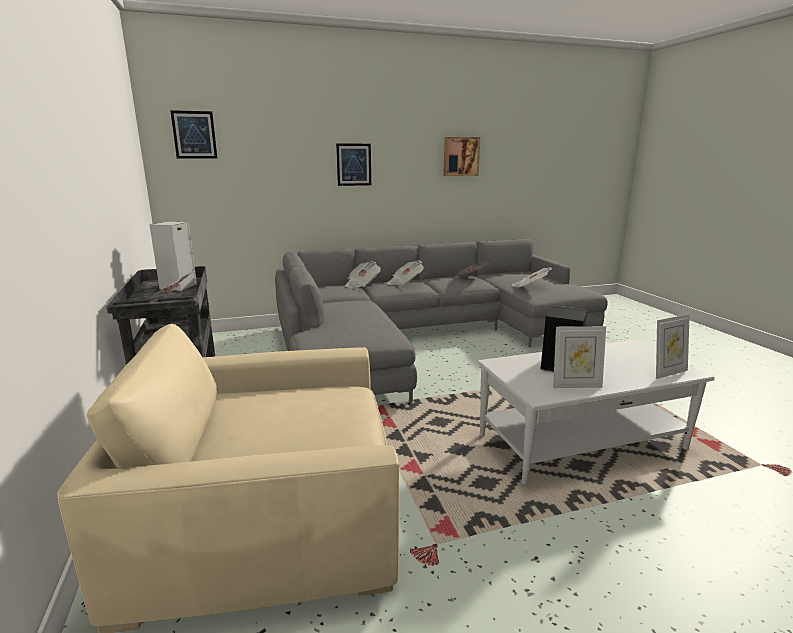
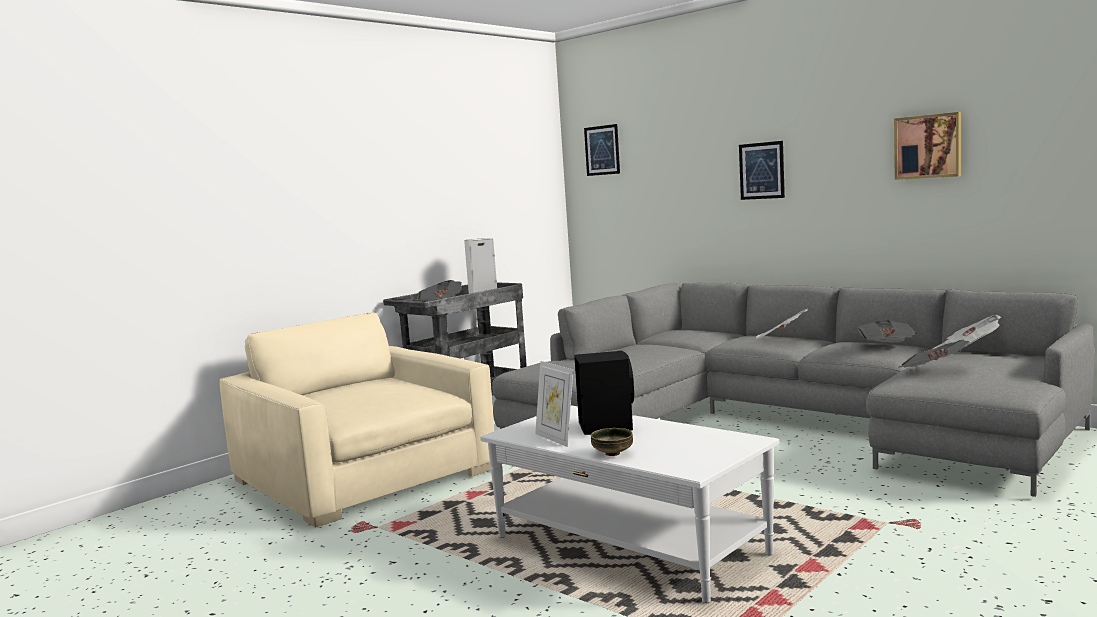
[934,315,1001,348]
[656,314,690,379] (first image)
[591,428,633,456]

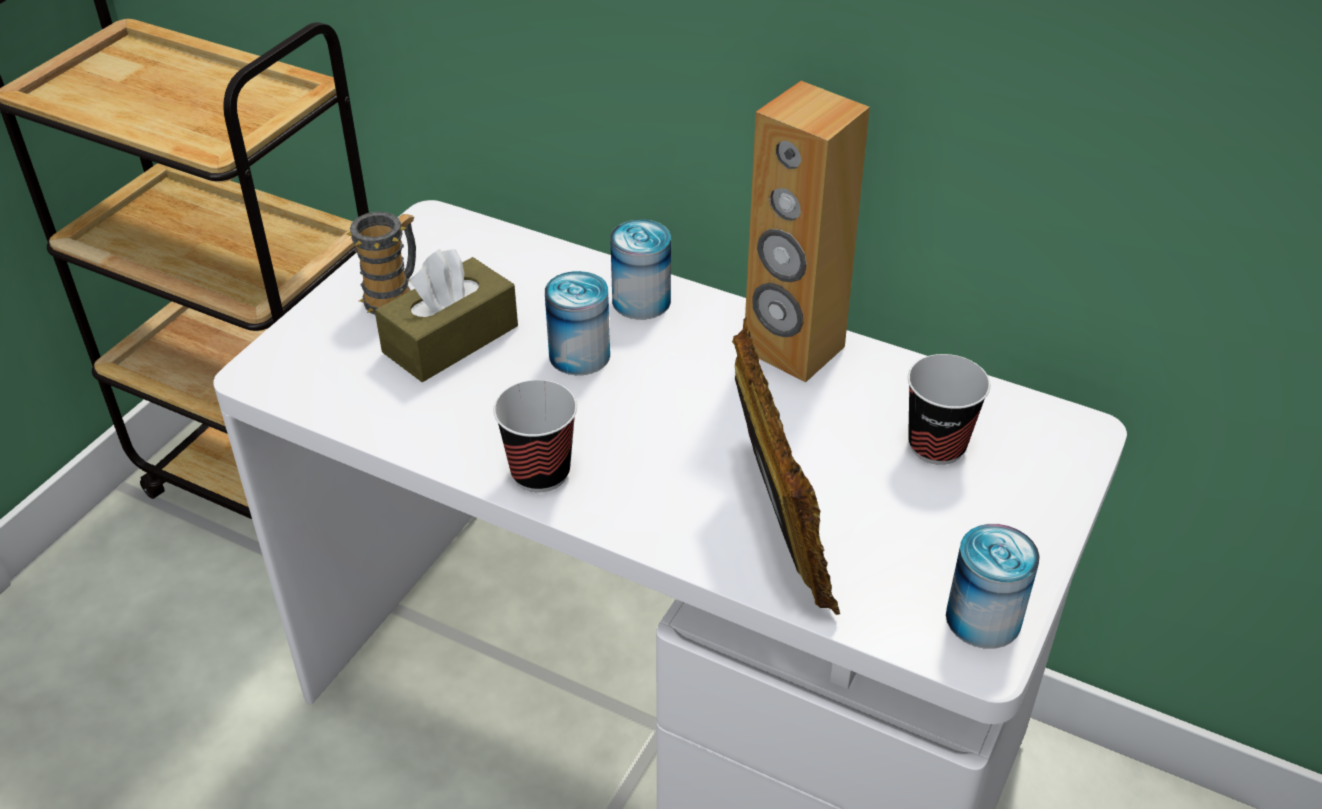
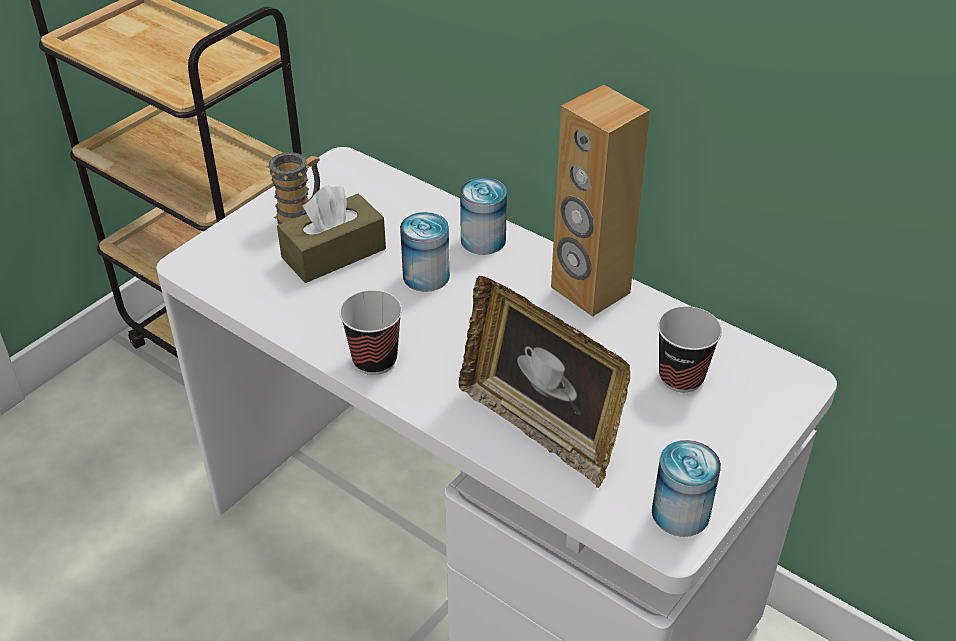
[459,276,630,488]

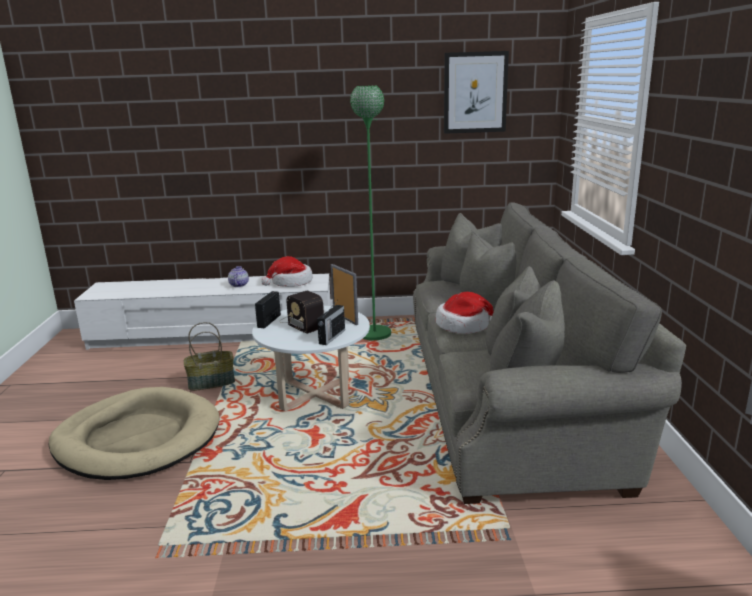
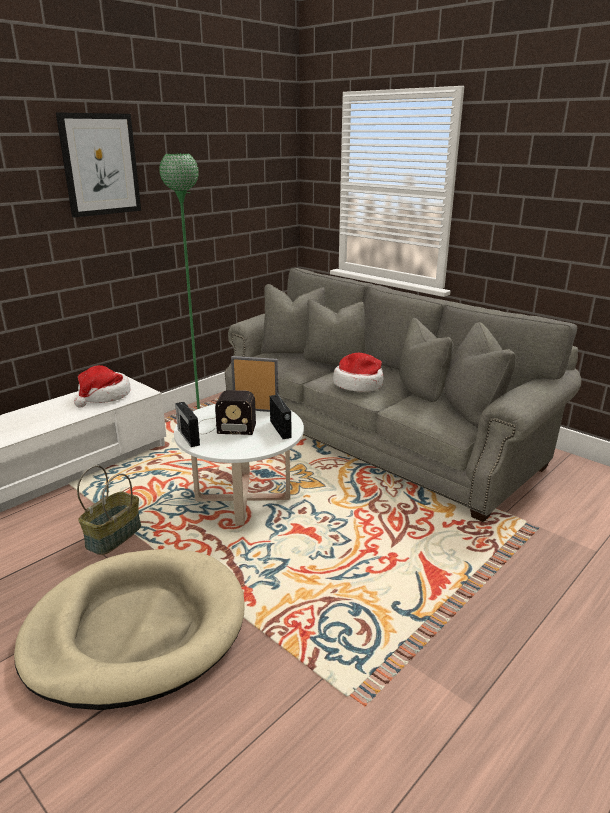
[228,266,249,287] (first image)
[56,112,141,218]

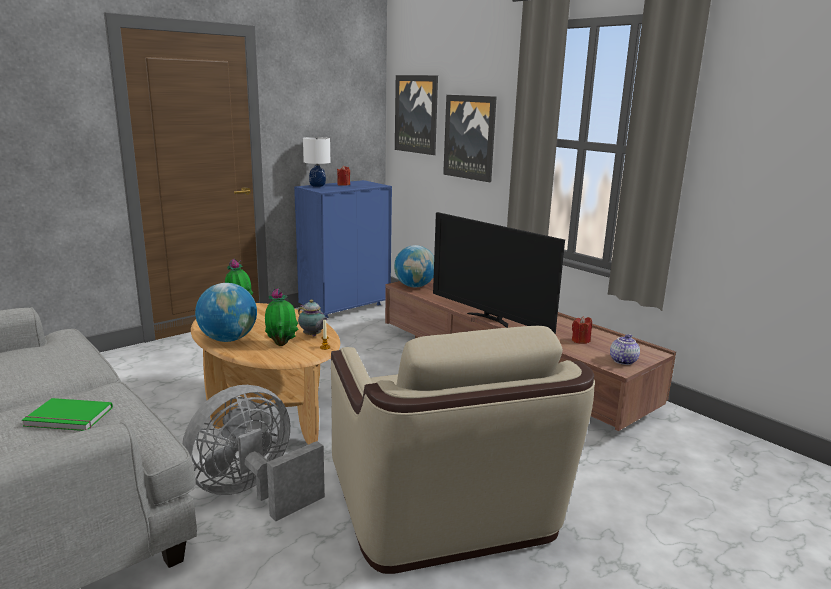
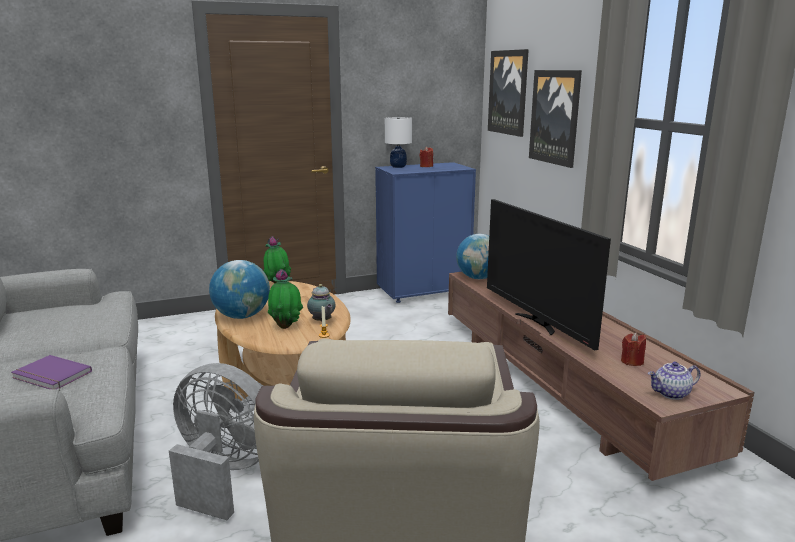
[11,355,92,390]
[169,363,261,520]
[648,362,700,400]

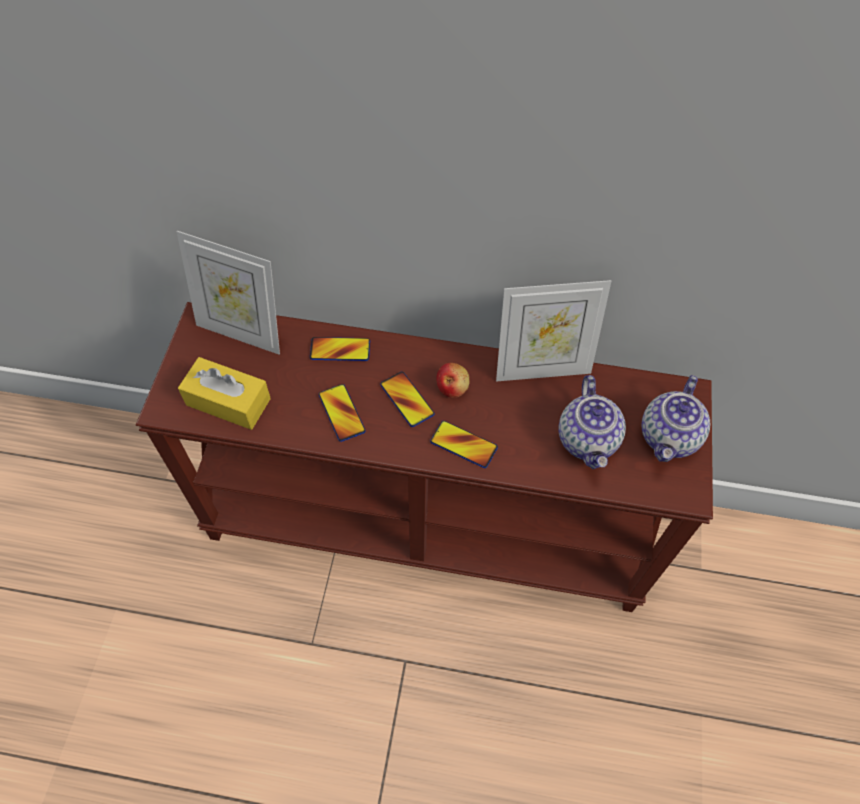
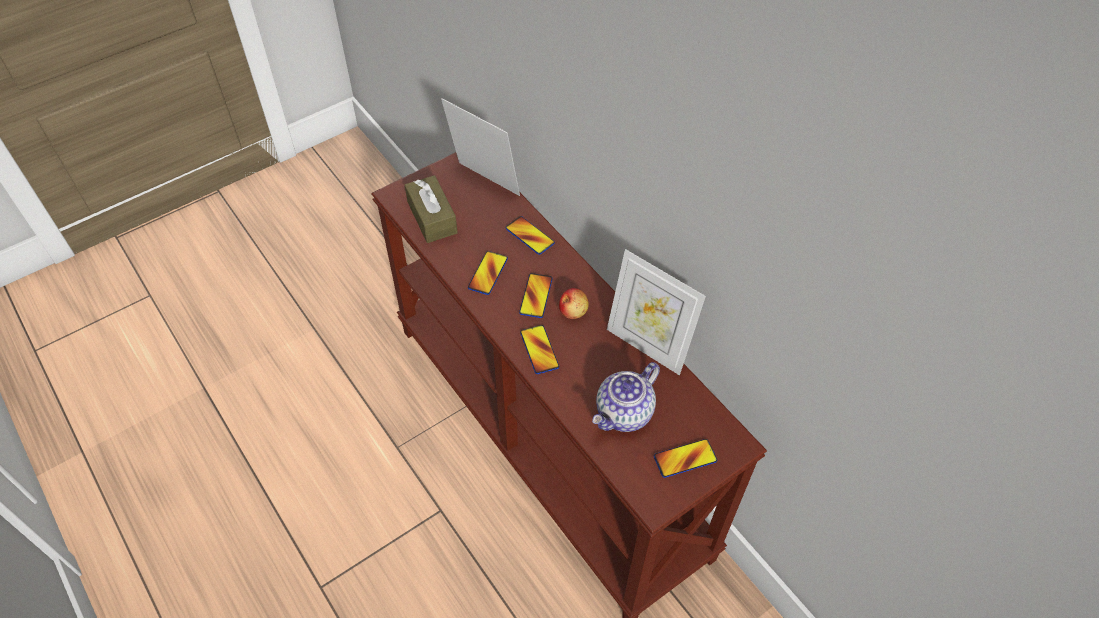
[441,98,520,196]
[405,175,458,243]
[654,439,717,478]

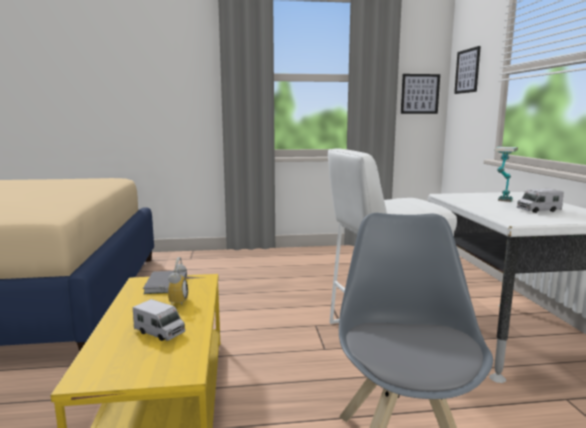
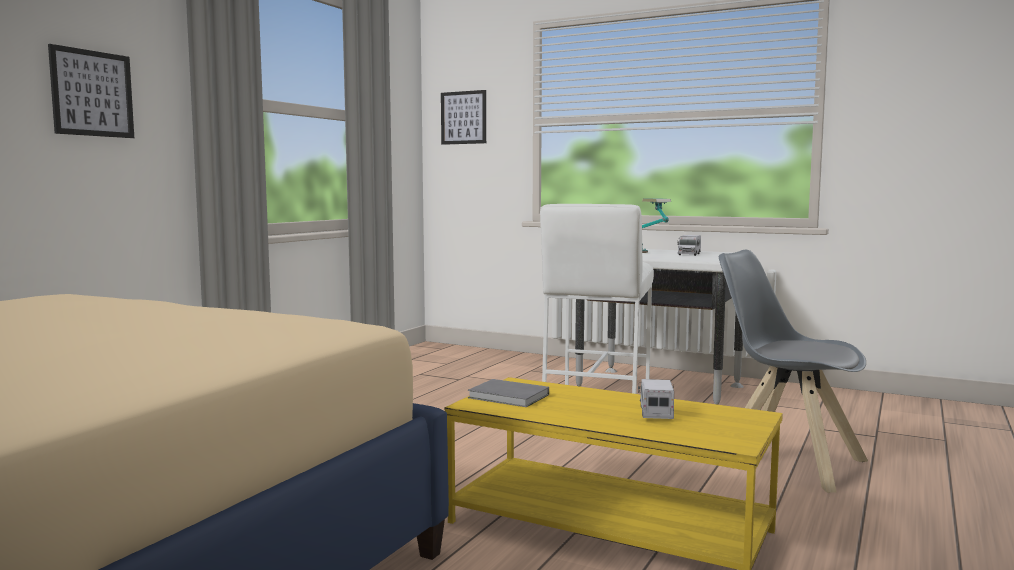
[638,379,674,419]
[159,257,188,305] (first image)
[48,44,134,138]

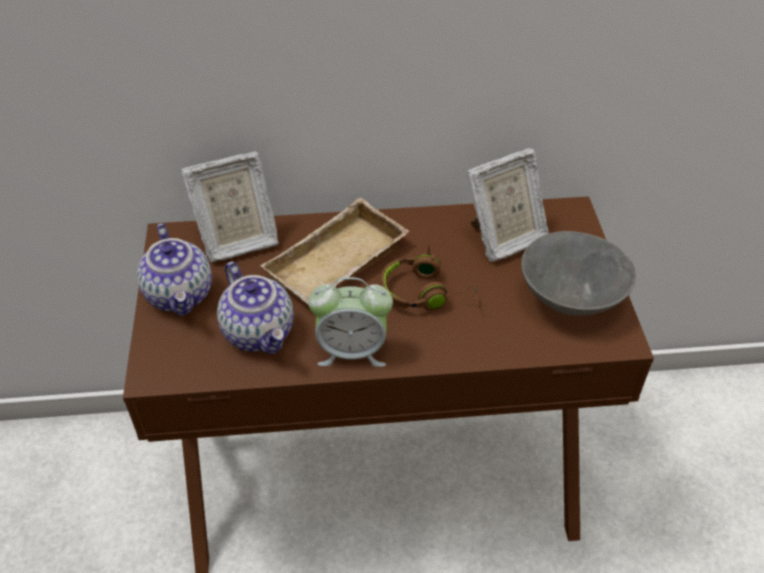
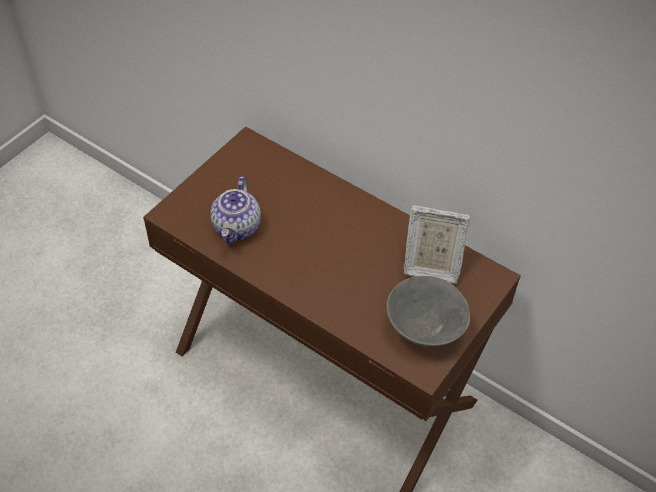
[137,223,212,316] (first image)
[180,151,279,262] (first image)
[260,197,409,304] (first image)
[308,277,393,367] (first image)
[381,245,481,310] (first image)

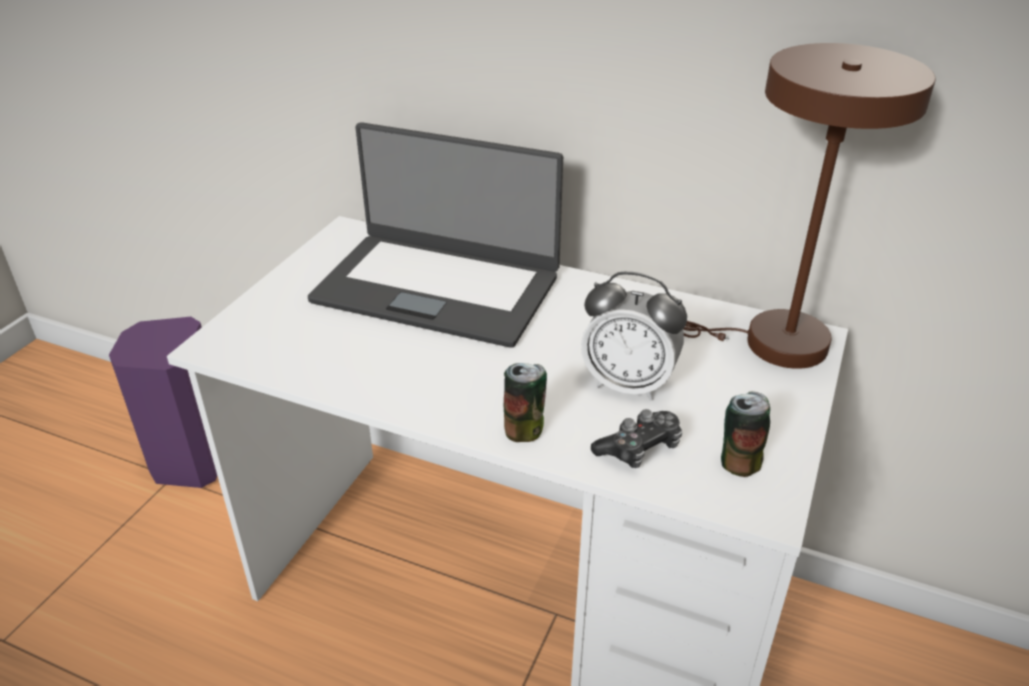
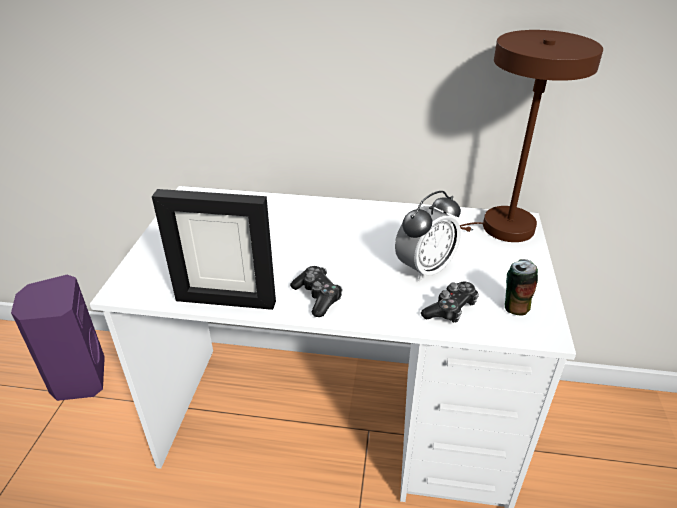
[308,122,563,348] (first image)
[504,363,547,442] (first image)
[395,191,461,282]
[152,189,276,310]
[290,266,343,317]

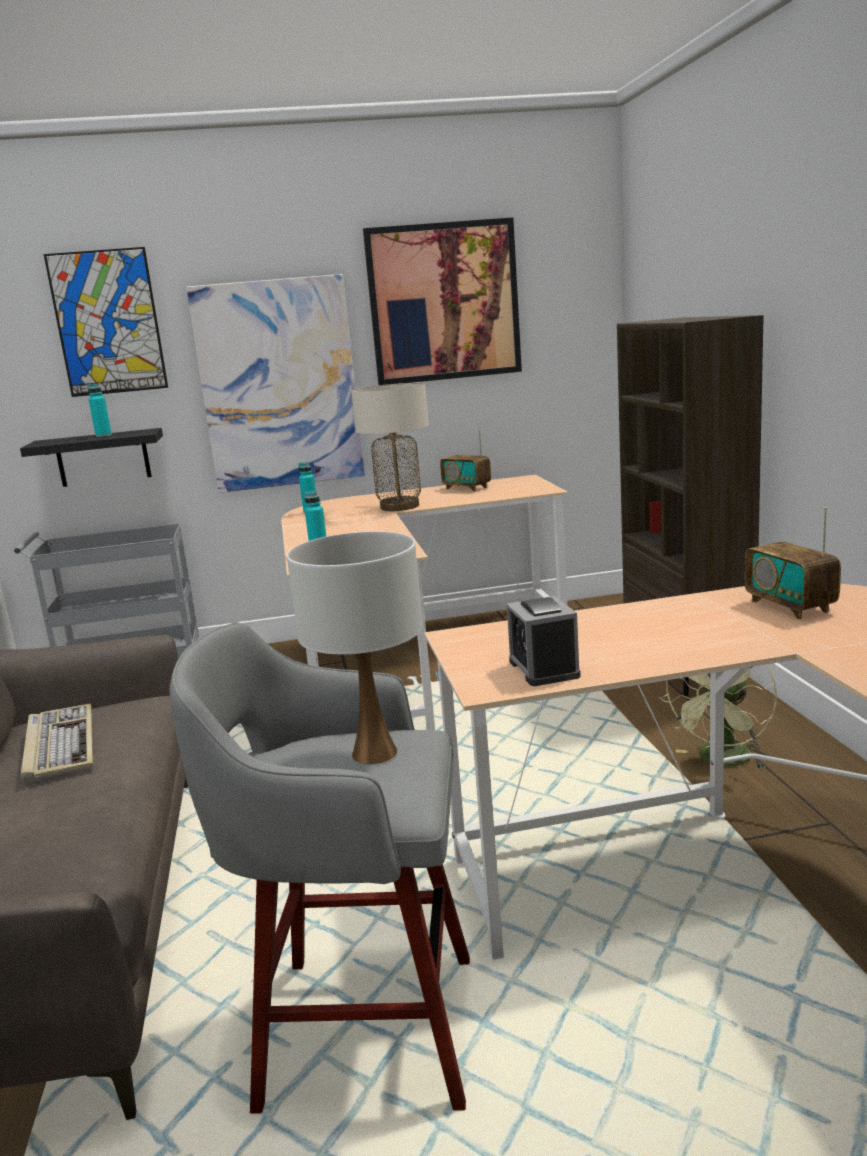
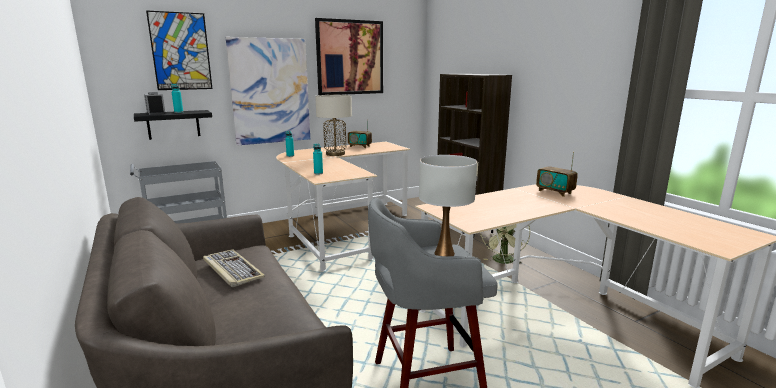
[144,92,166,115]

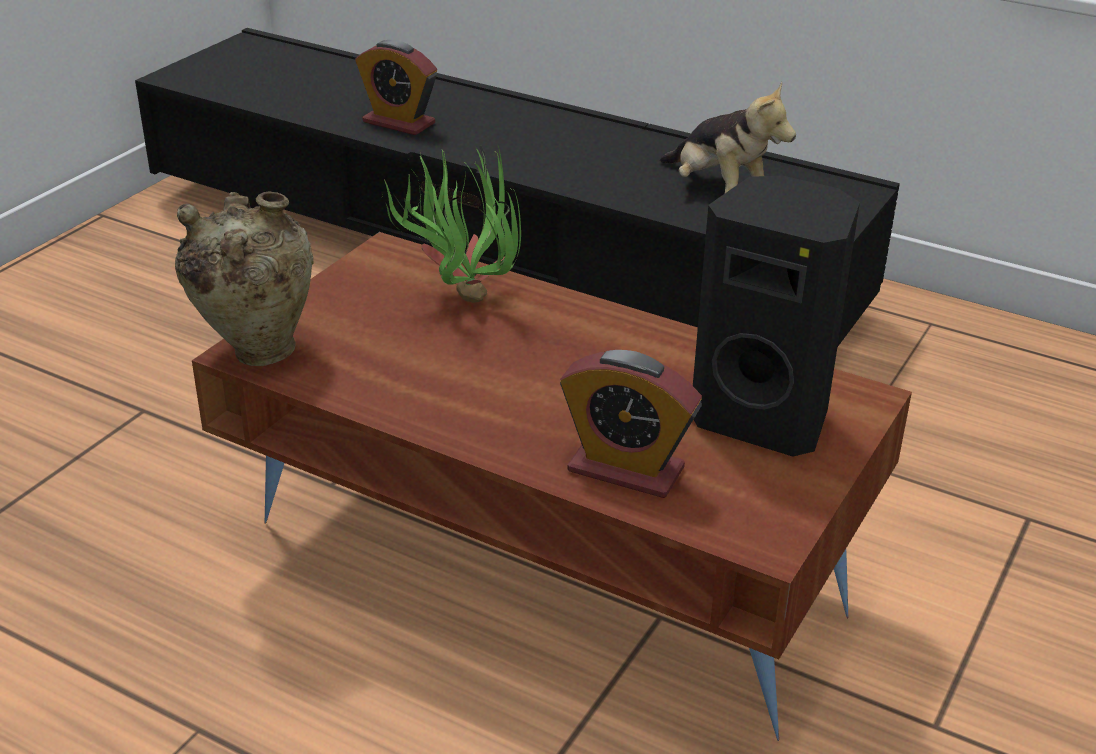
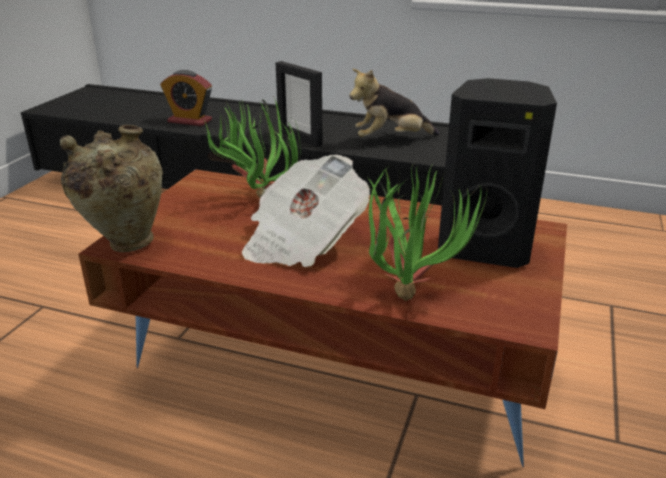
[367,162,487,301]
[349,68,439,137]
[242,155,370,267]
[276,61,323,147]

